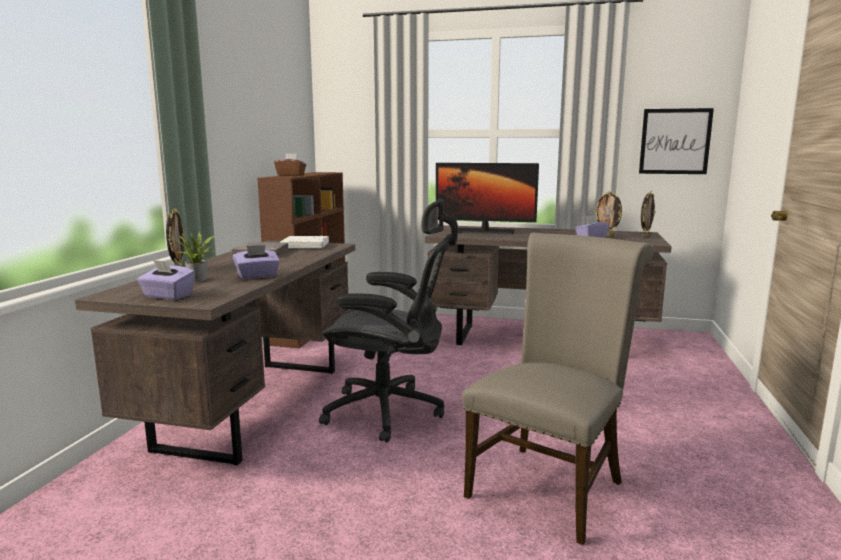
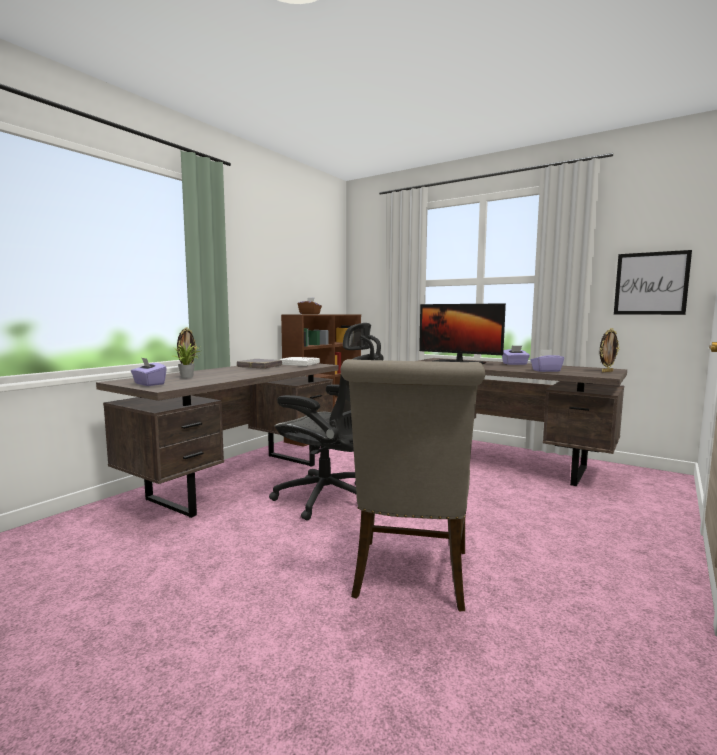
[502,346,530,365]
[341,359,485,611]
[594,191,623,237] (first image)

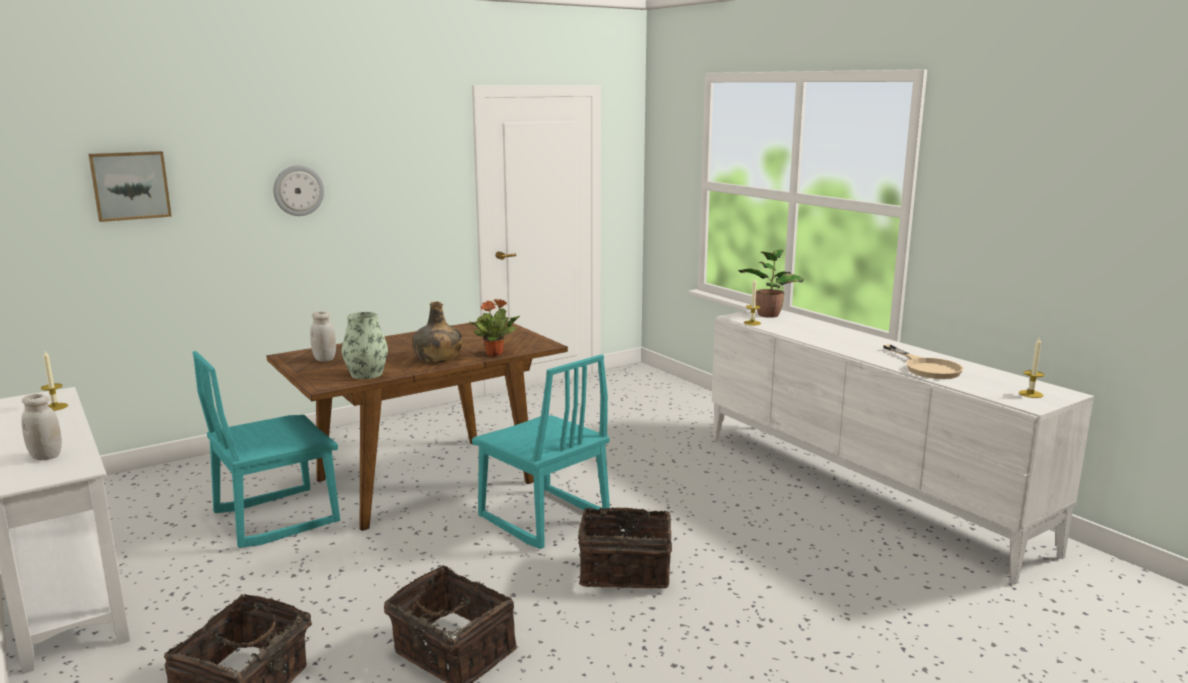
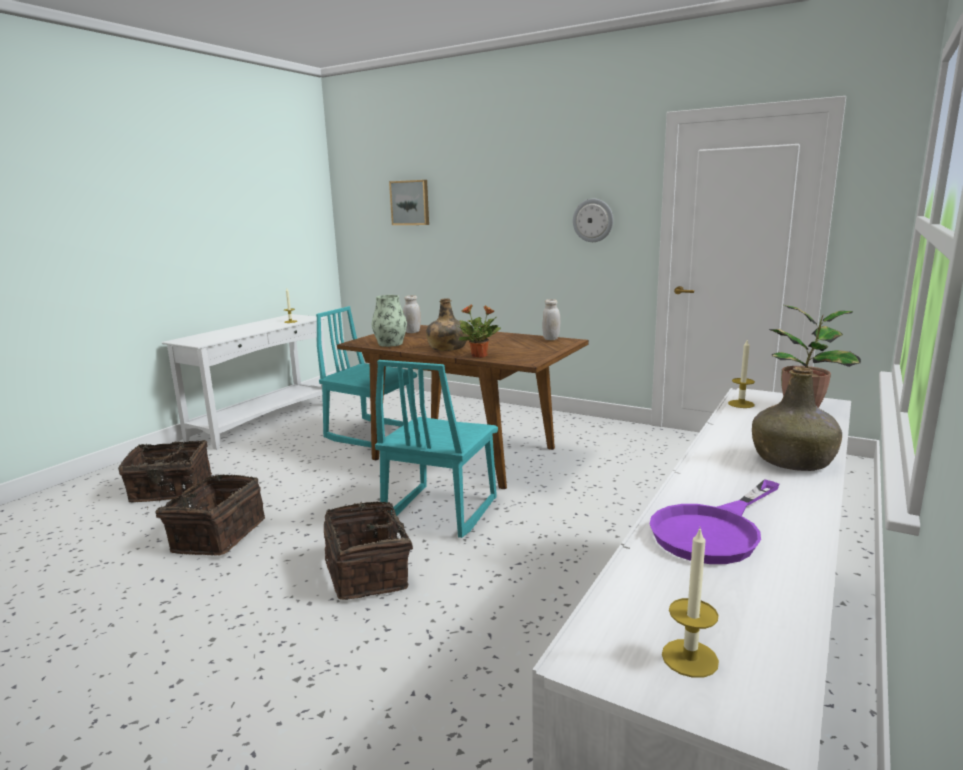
[542,299,561,340]
[573,199,613,242]
[649,479,779,564]
[752,367,842,471]

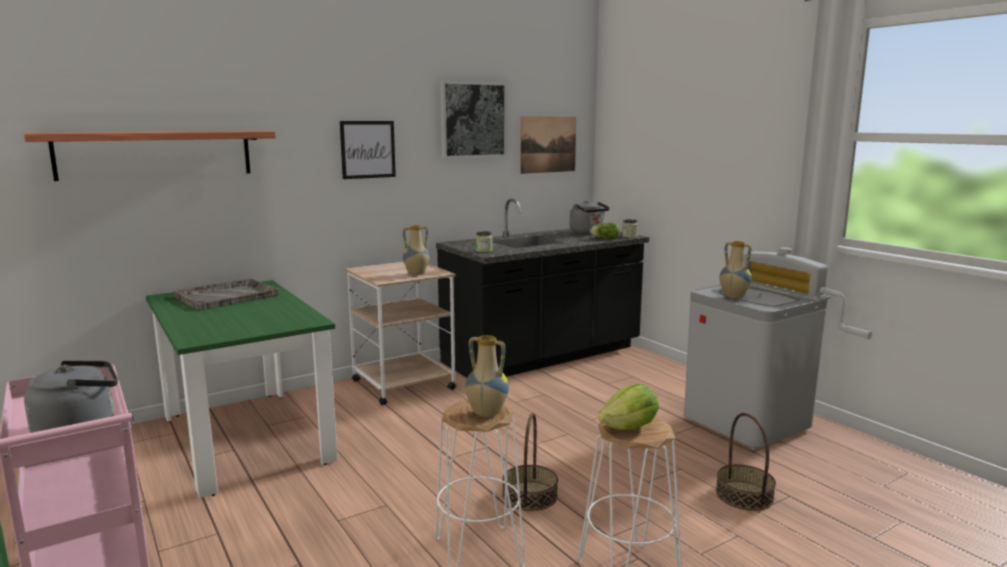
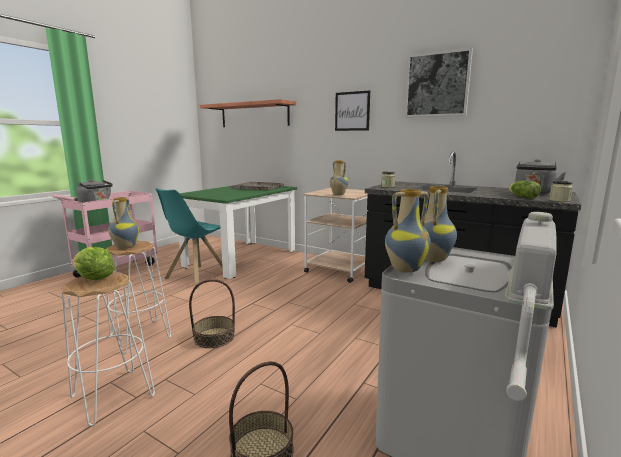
[520,116,576,174] (first image)
[155,188,223,288]
[385,189,431,273]

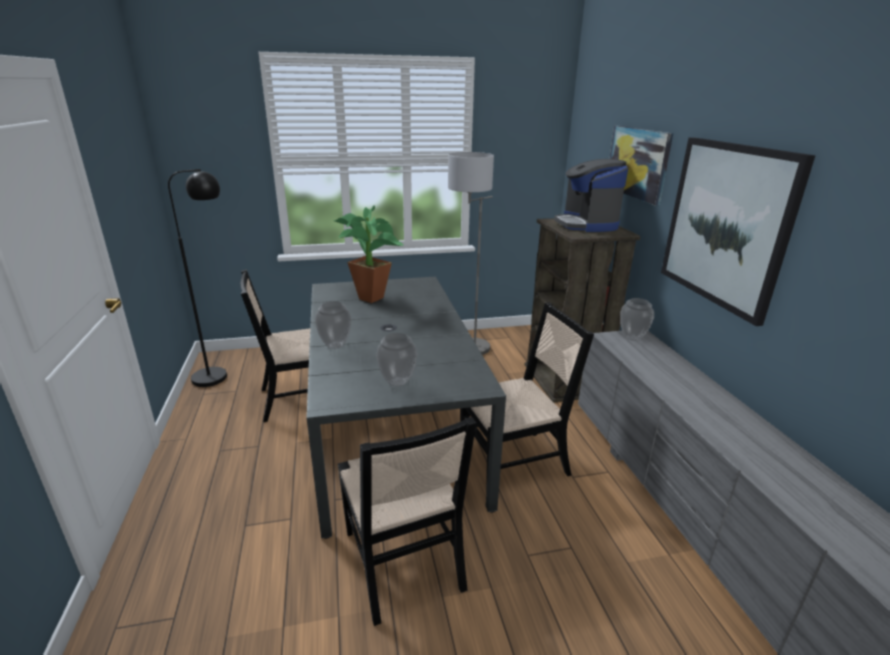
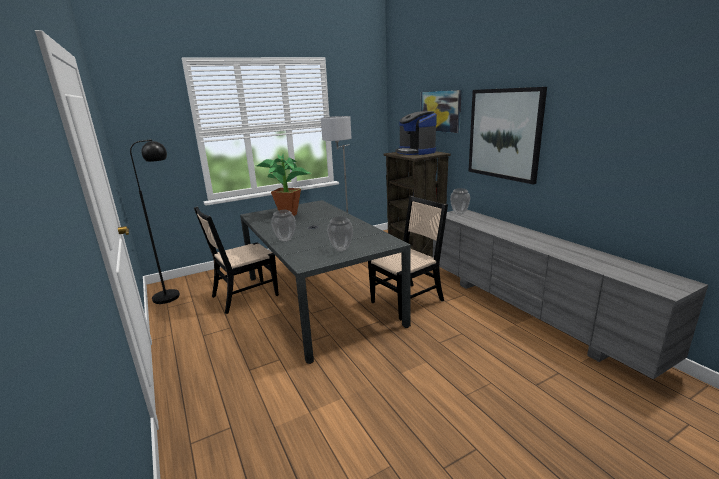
[338,417,476,626] (first image)

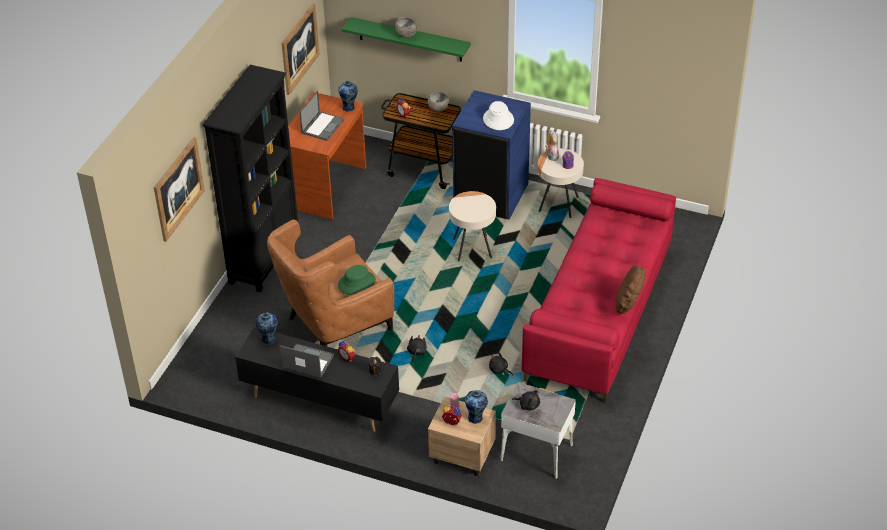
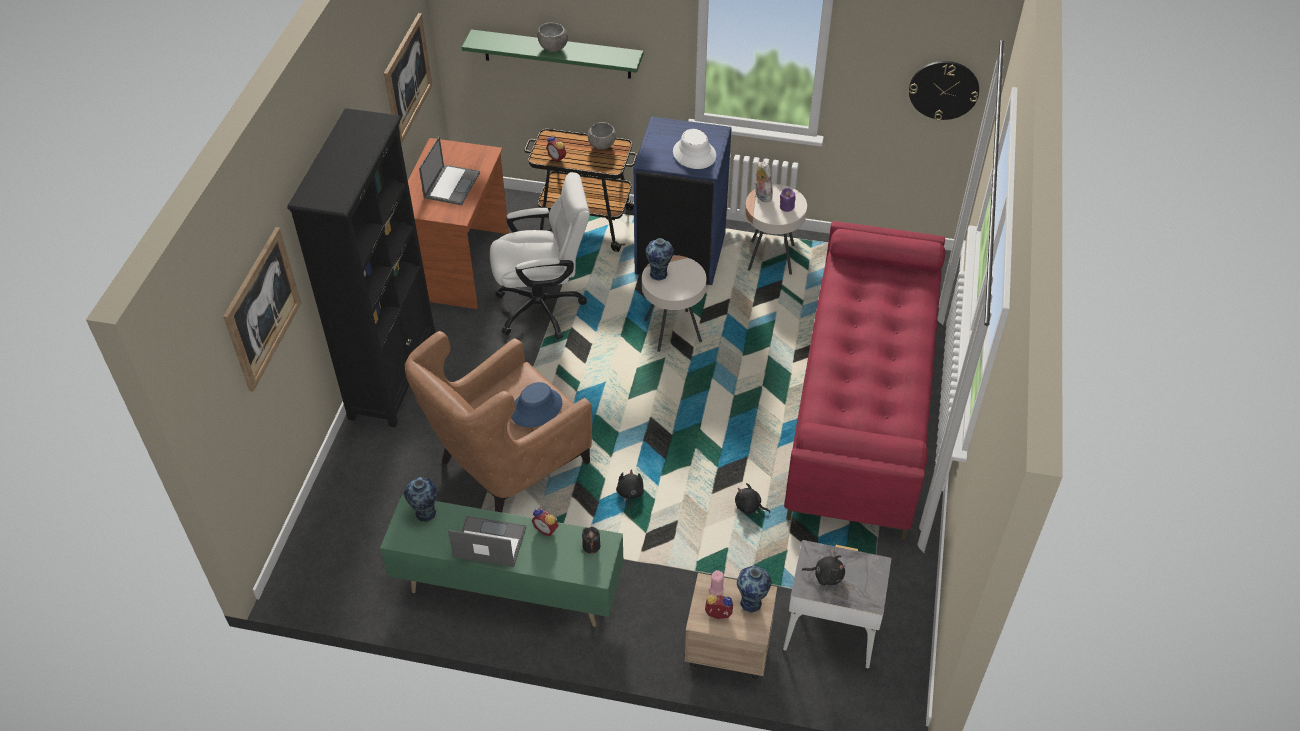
[380,495,624,627]
[645,238,674,281]
[511,382,562,428]
[616,265,646,314] (first image)
[490,172,590,340]
[909,61,979,121]

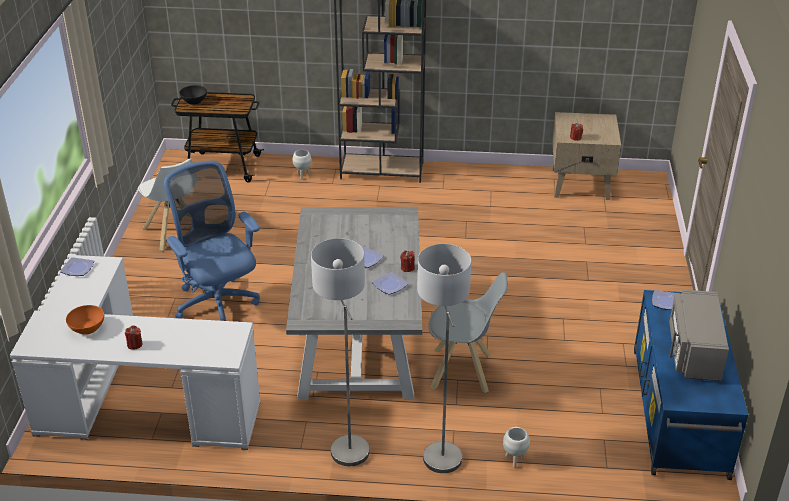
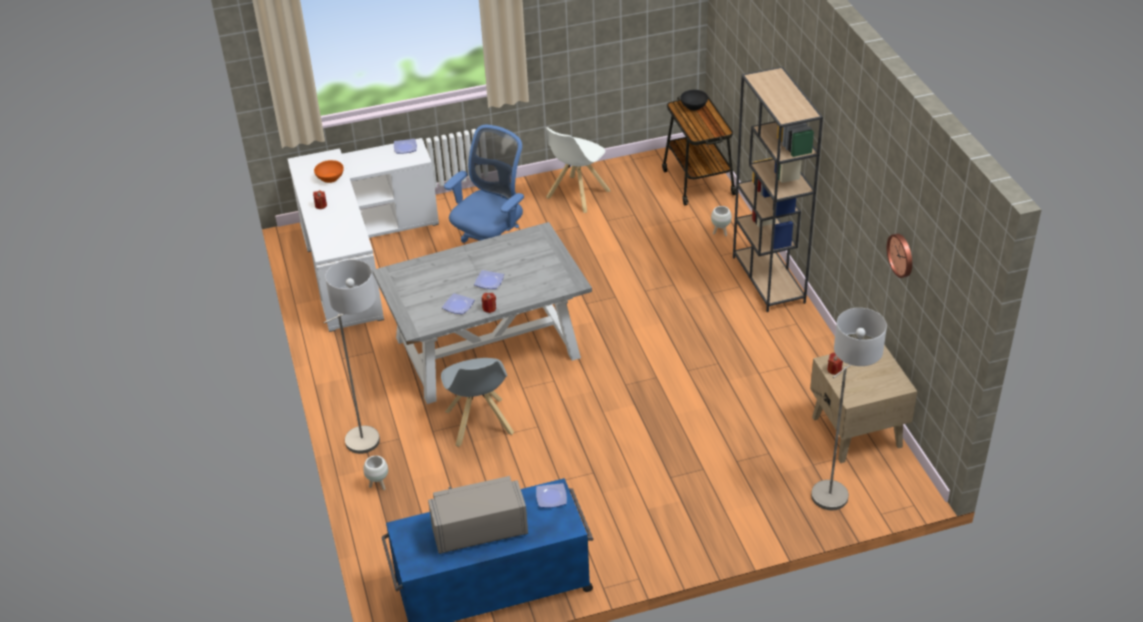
[811,308,887,510]
[887,233,912,278]

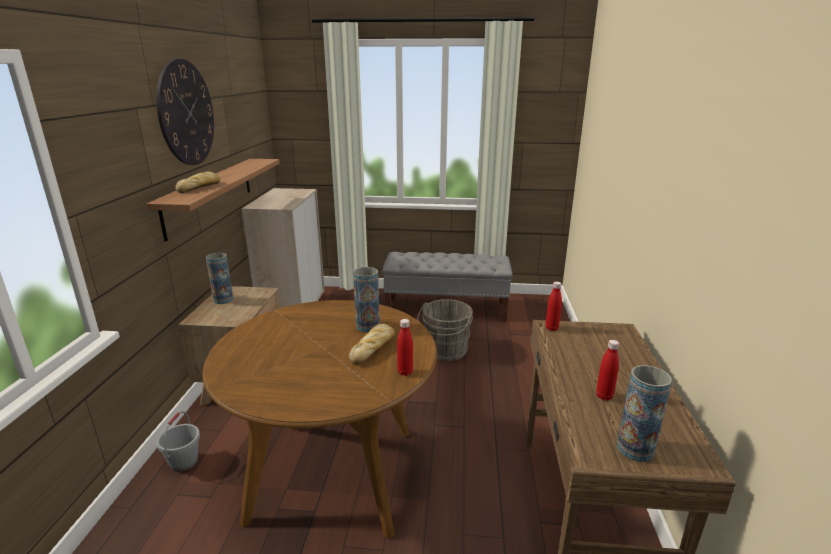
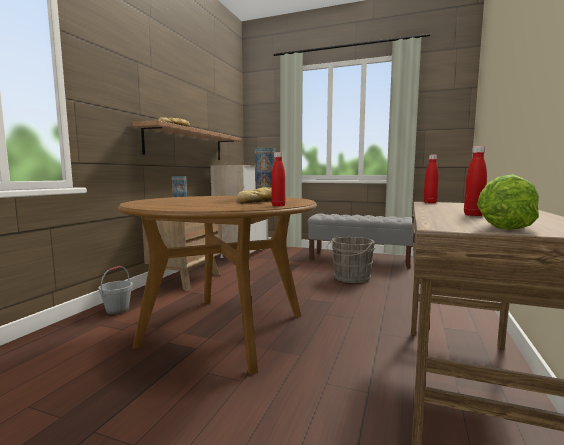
[156,59,214,165] (first image)
[477,174,539,230]

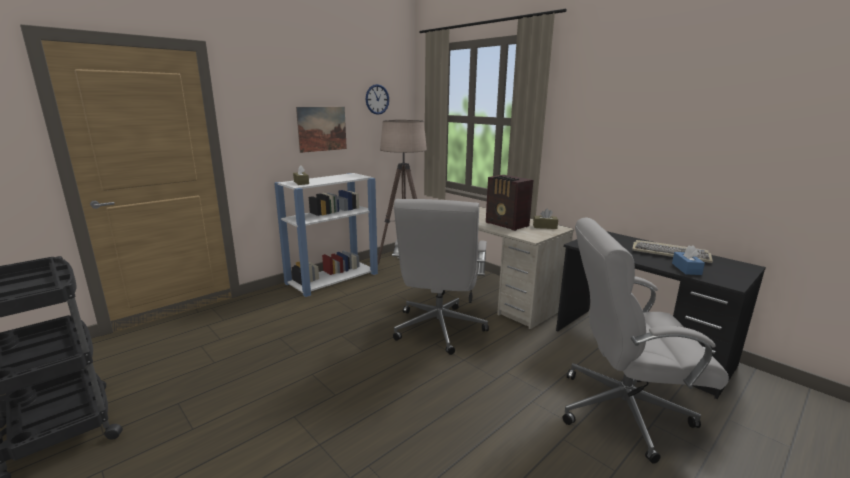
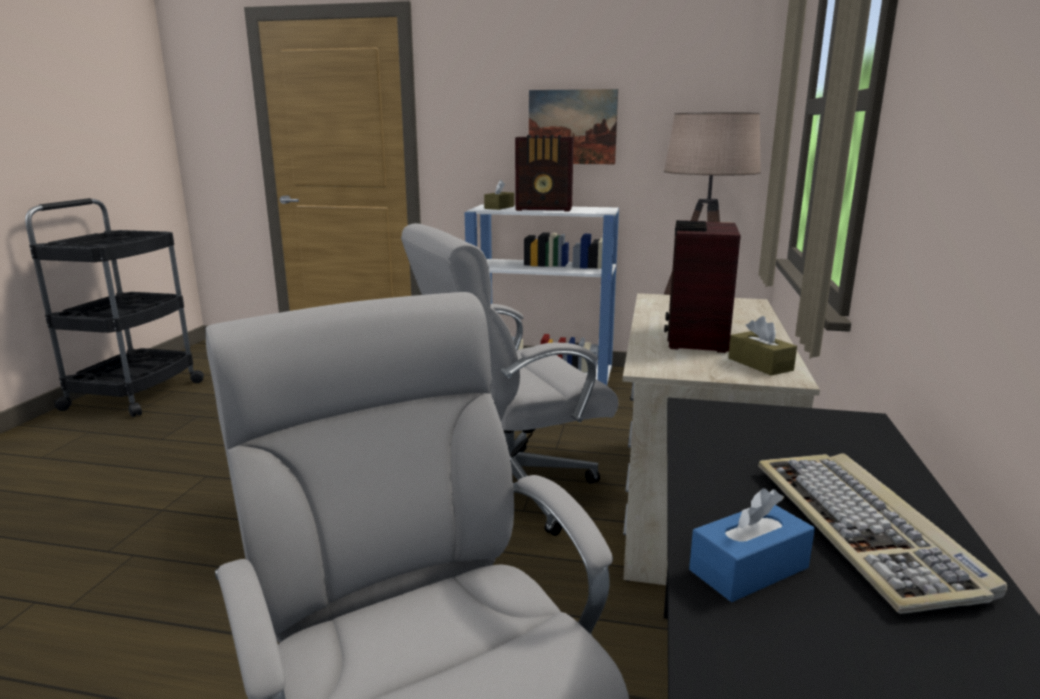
[366,84,389,115] (first image)
[515,135,574,211]

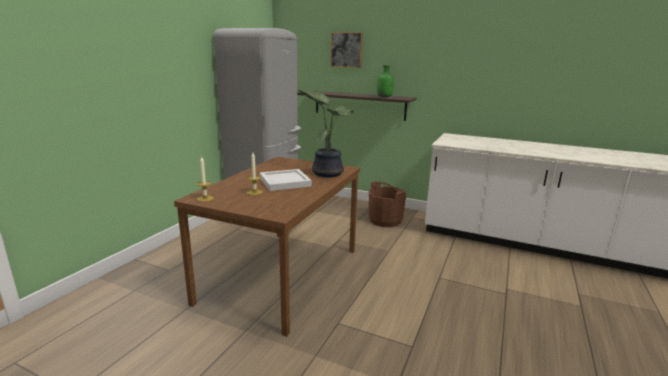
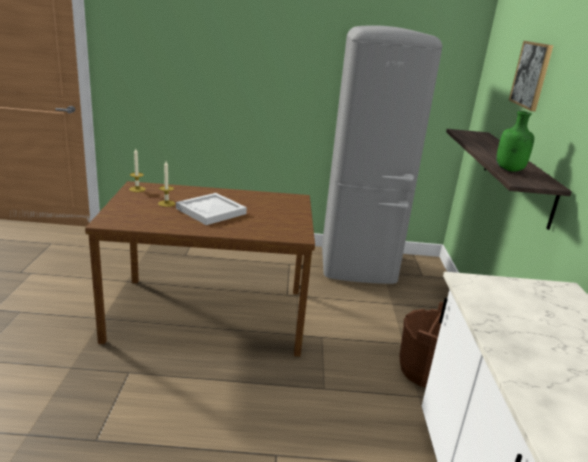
[298,89,353,177] (first image)

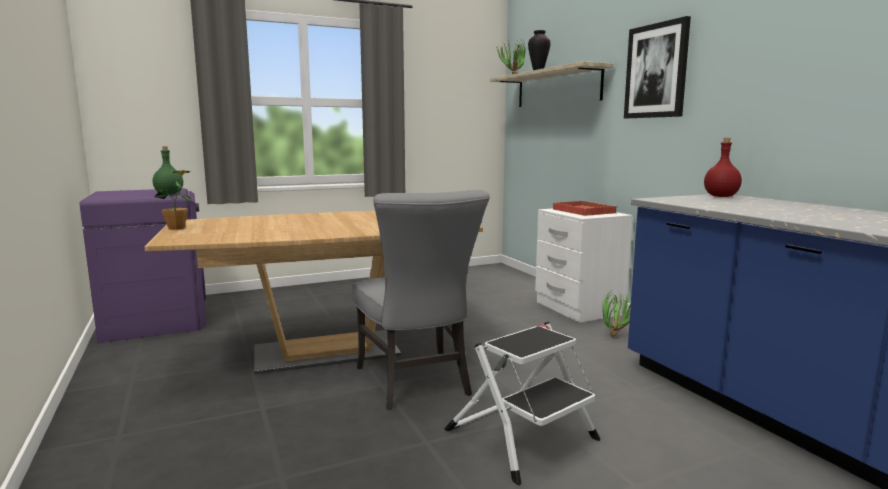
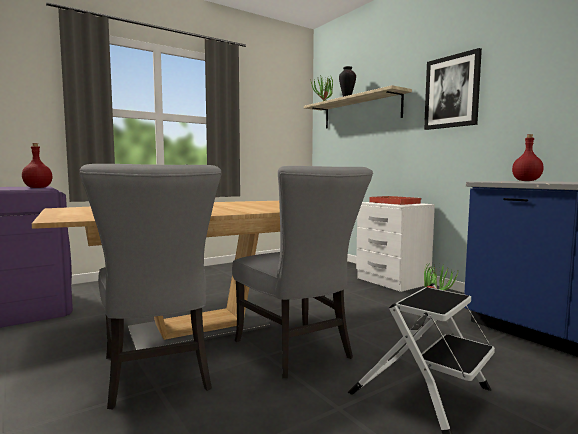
[22,143,52,188]
[154,170,191,230] (first image)
[79,164,222,410]

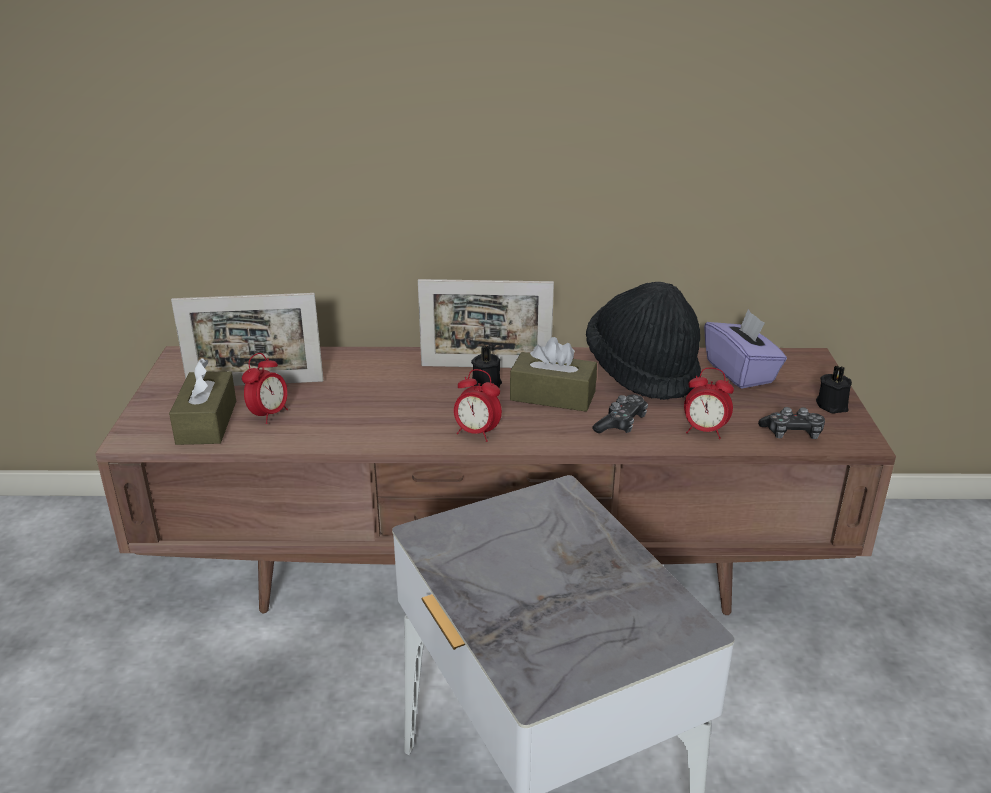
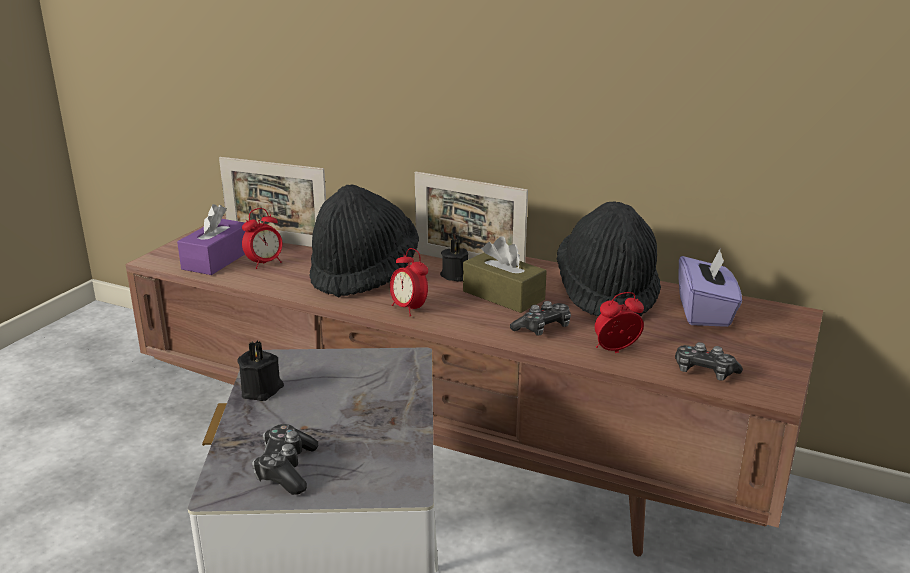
[177,204,246,275]
[595,292,644,353]
[237,341,284,401]
[252,424,319,495]
[310,184,419,298]

